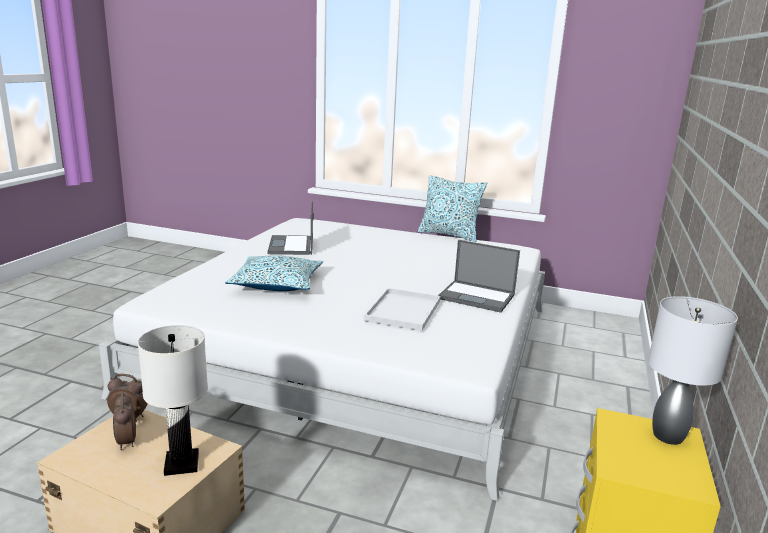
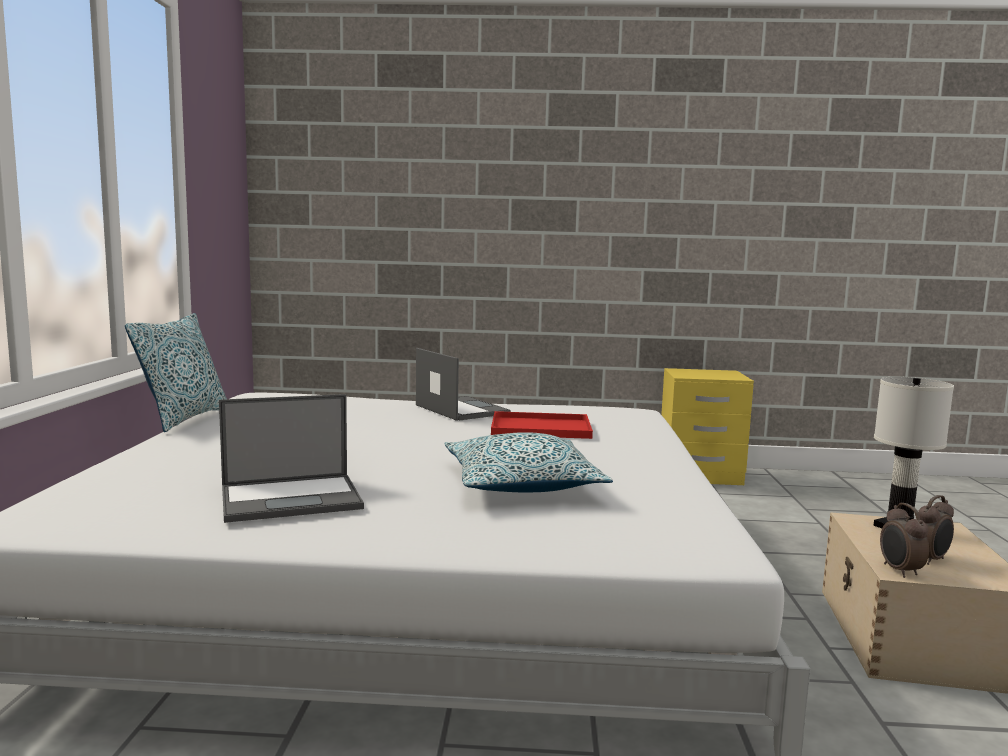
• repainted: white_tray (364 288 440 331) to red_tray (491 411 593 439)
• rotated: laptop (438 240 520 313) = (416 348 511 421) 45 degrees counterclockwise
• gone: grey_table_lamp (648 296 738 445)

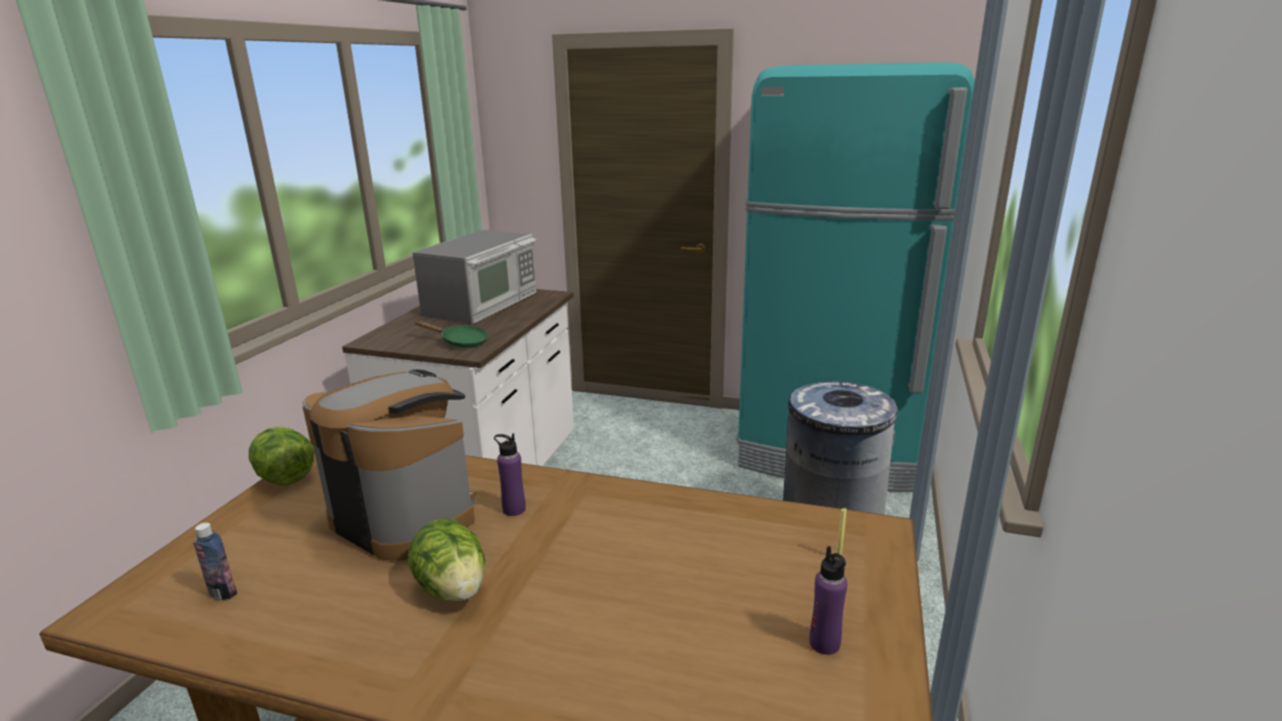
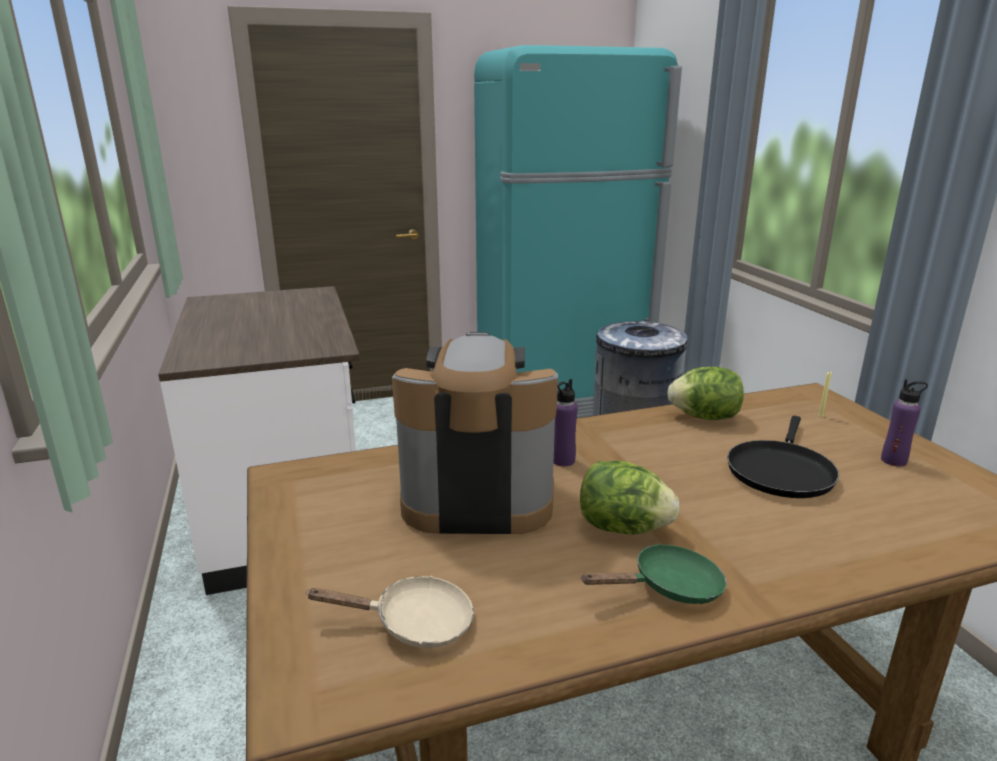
• swapped: bottle (193 523 237 600) to beige_frying_pan (306 576 474 648)
• shifted: lettuce (249 427 314 486) to (667 367 744 420)
• gone: microwave (413 230 537 324)
• shifted: green_frying_pan (415 321 488 348) to (581 544 727 604)
• new: black_frying_pan (727 416 839 498)

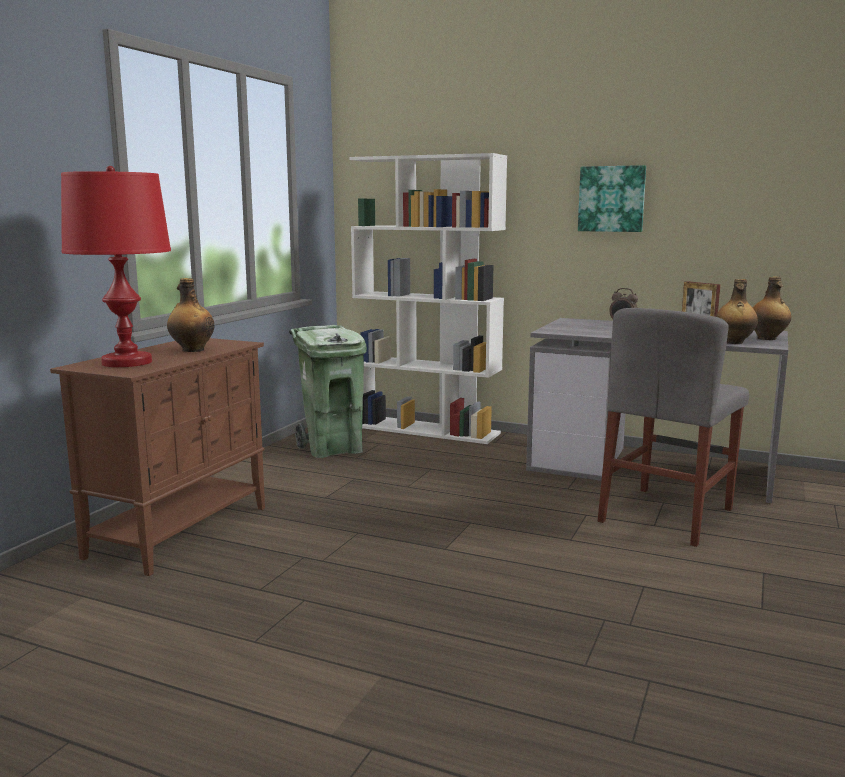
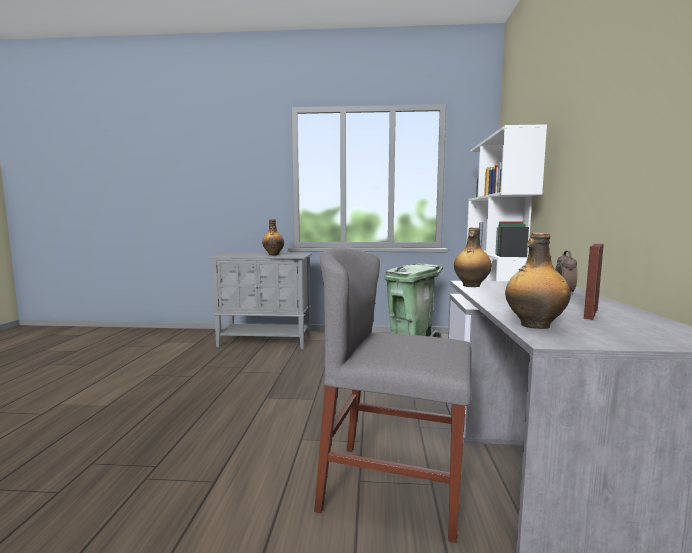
• repainted: brown_cabinet (50 338 265 576) to grey_cabinet (208 252 312 349)
• gone: red_table_lamp (61 166 171 367)
• gone: picture (578 165 646 232)
• shifted: bottle (753 277 791 340) to (454 228 492 287)

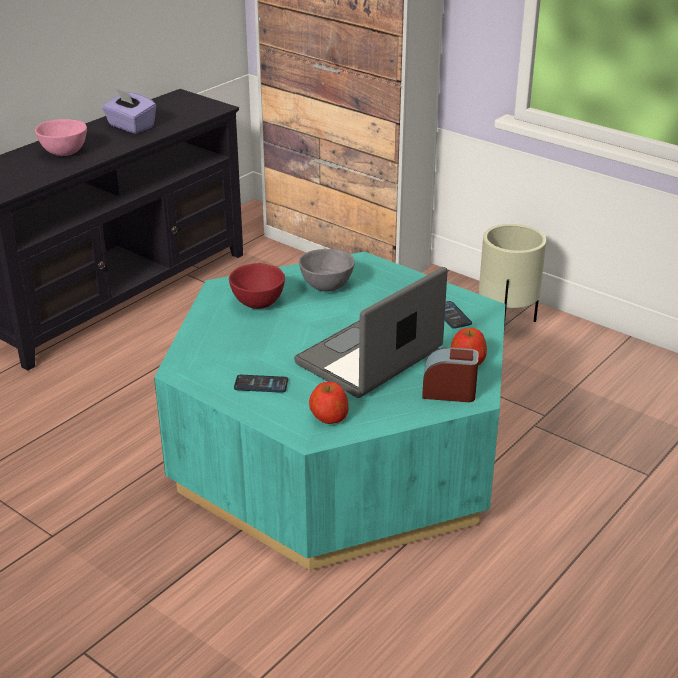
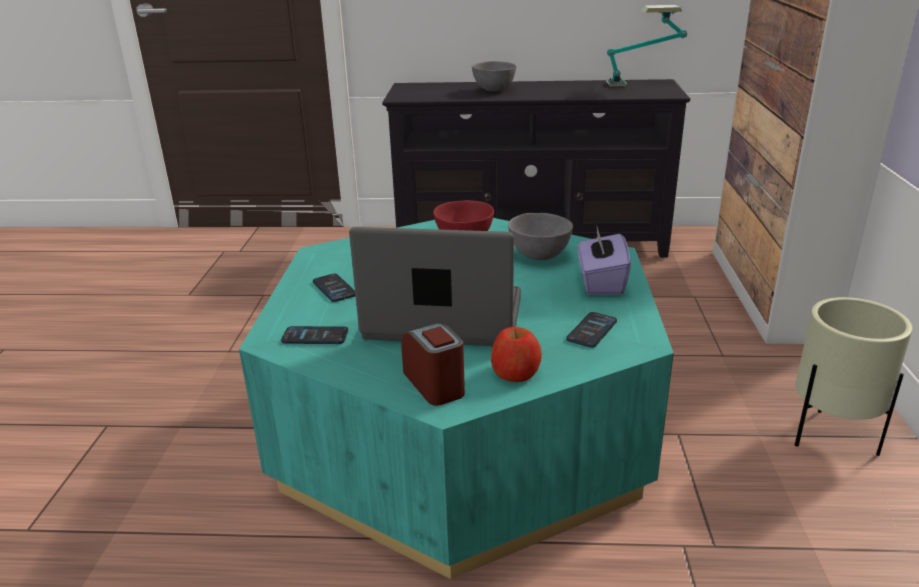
• repainted: pink_bowl (35 119 87 156) to grey_bowl (472 61 516 91)
• shifted: purple_tissue_box (102 88 156 134) to (578 227 631 295)
• swapped: apple (309 382 348 424) to phone (281 326 348 344)
• new: table_lamp (606 5 687 87)

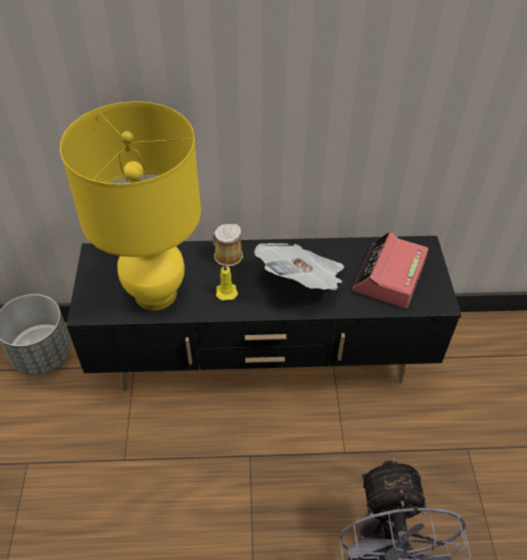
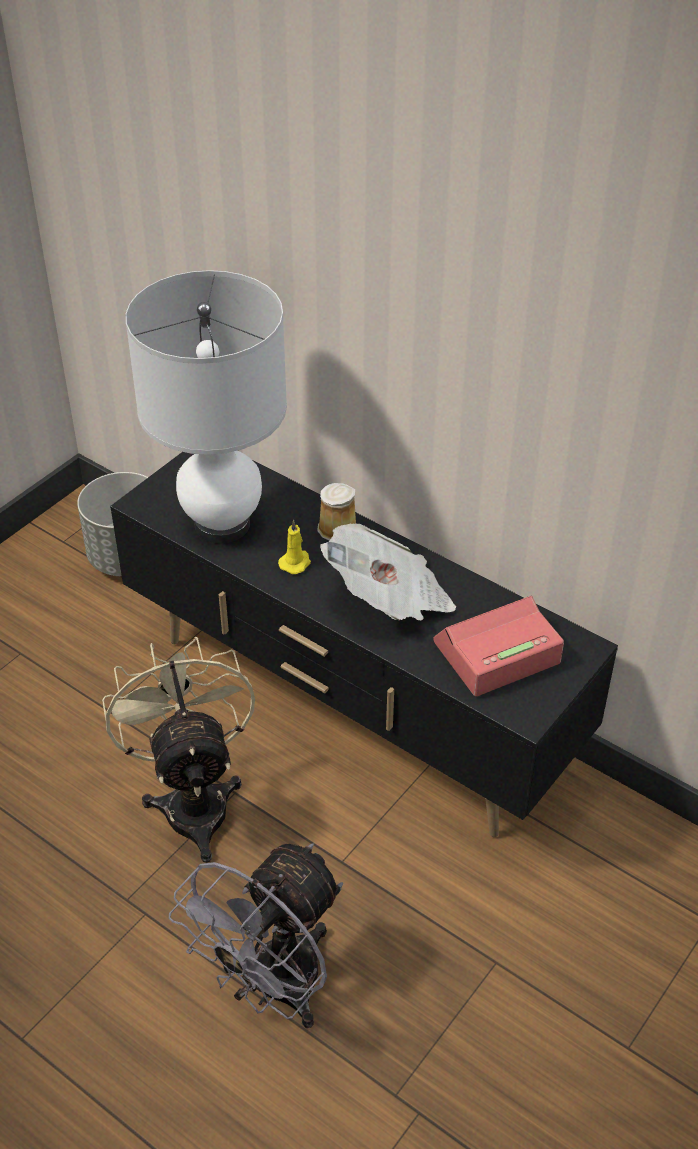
• repainted: yellow_table_lamp (60 101 201 311) to white_table_lamp (126 270 287 544)
• new: beige_fan (102 637 255 863)

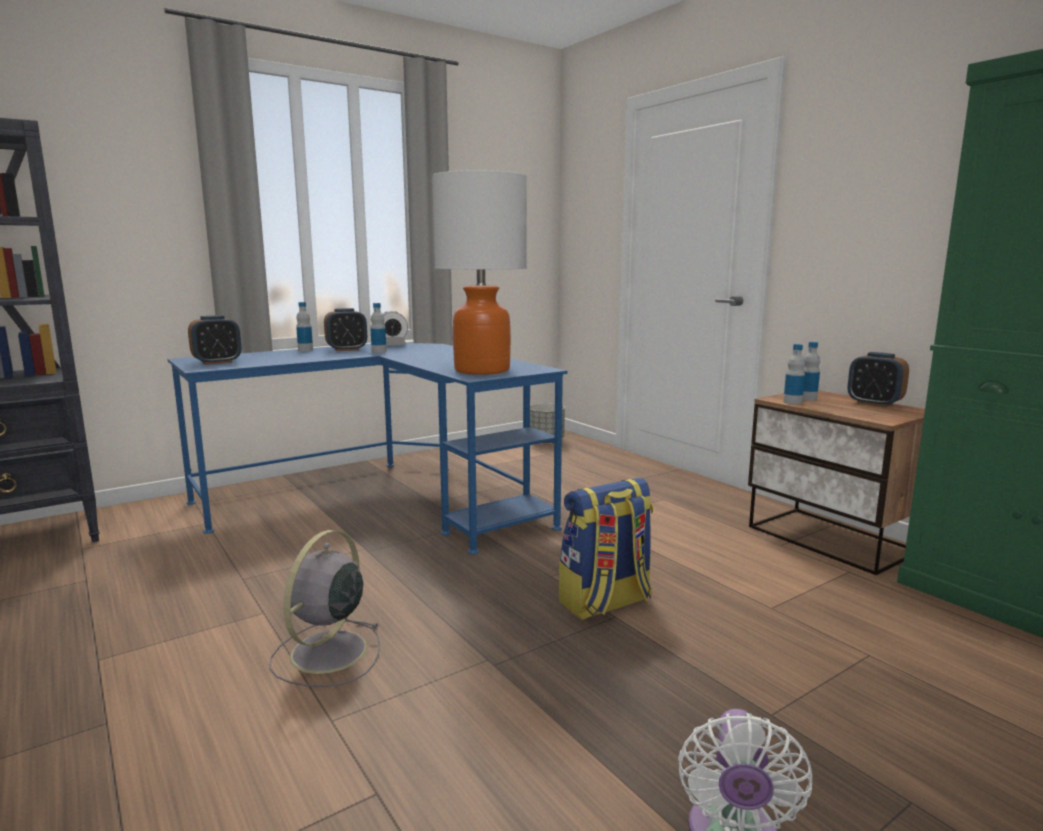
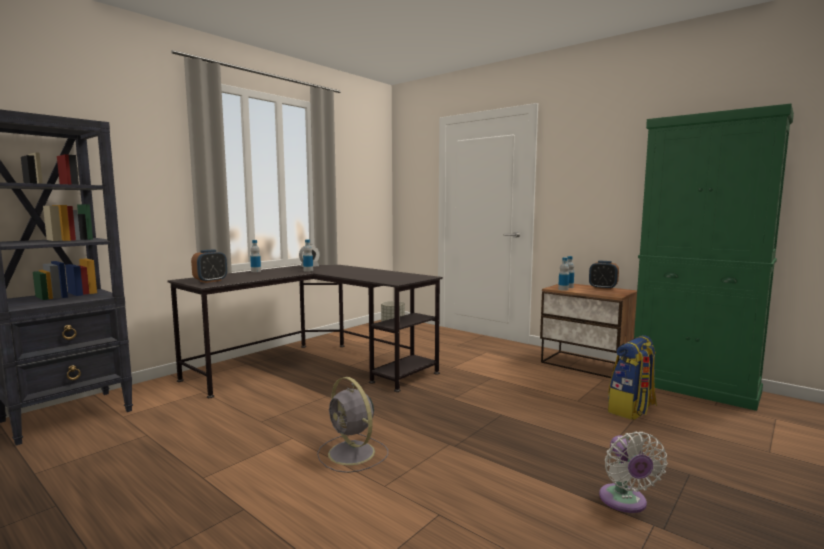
• repainted: blue_desk (168 343 568 555) to black_desk (168 265 443 398)
• rotated: grey_fan (269 530 380 687) = (317 377 388 473) 45 degrees counterclockwise
• gone: alarm_clock (324 308 367 351)
• gone: table_lamp (432 170 527 375)
• shifted: backpack (559 478 653 620) to (608 335 657 420)

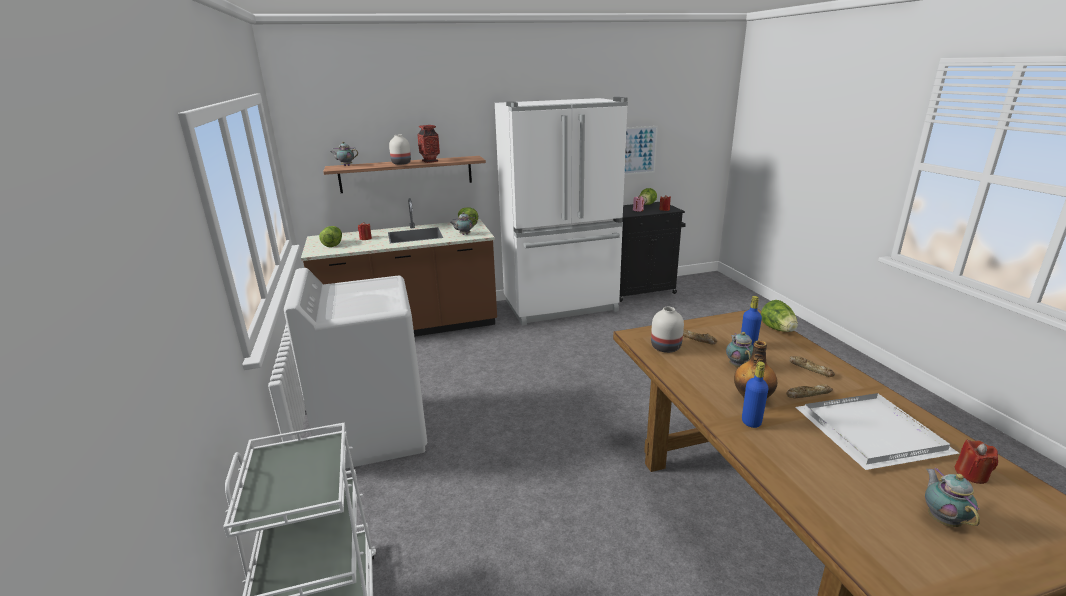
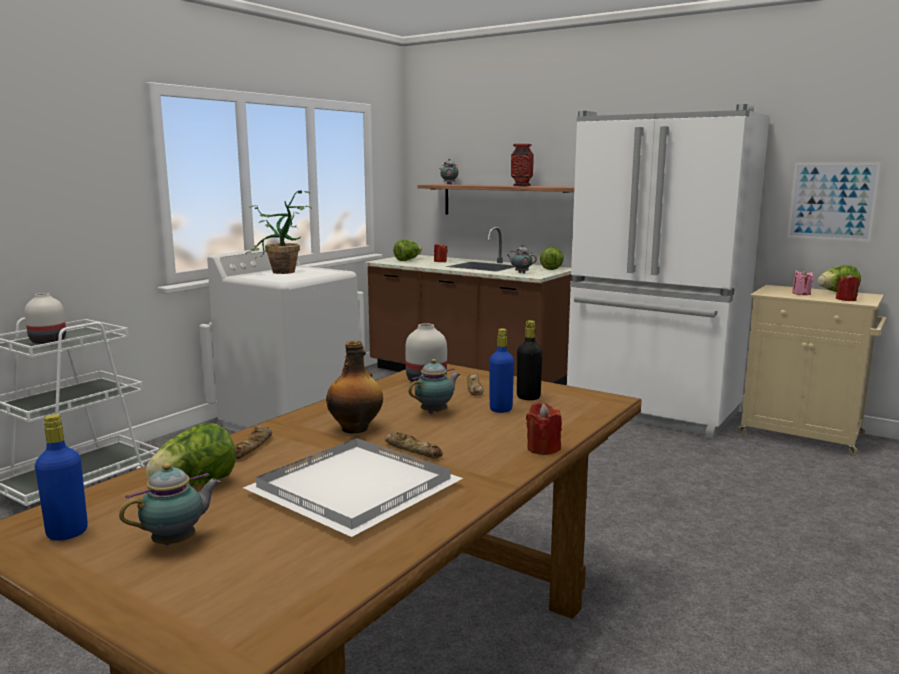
• shifted: white_vase (389 135 411 165) to (25 293 66 344)
• repainted: black_cabinet (619 202 686 302) to beige_cabinet (737 285 887 456)
• shifted: blue_bottle (742 361 768 428) to (35 414 88 541)
• shifted: lettuce (761 300 798 332) to (146 423 236 486)
• shifted: bread (789 356 835 377) to (235 426 272 459)
• shifted: red_candle (955 440 998 484) to (526 403 562 455)
• new: potted_plant (245 190 311 274)
• new: black_bottle (517 320 543 400)

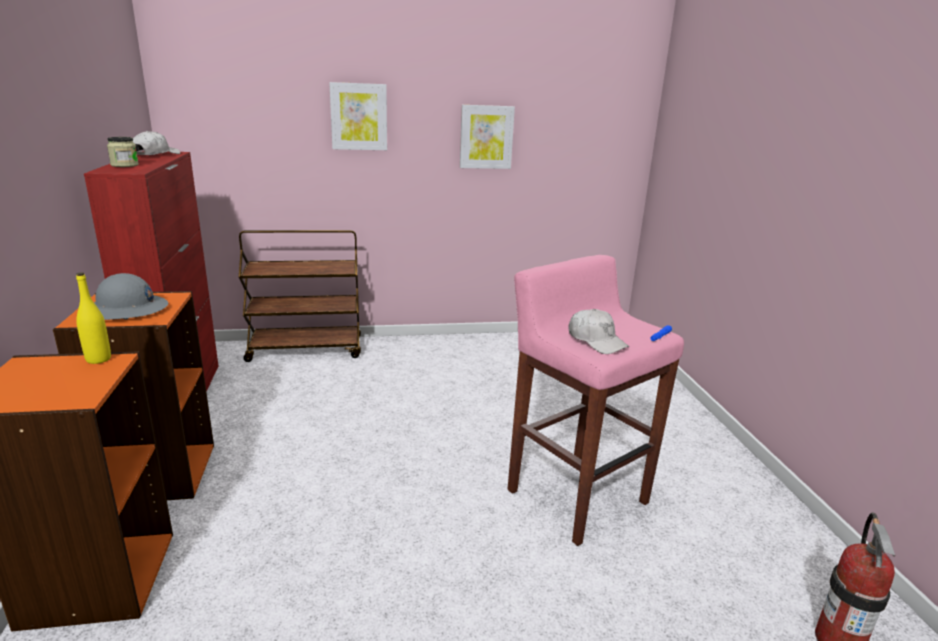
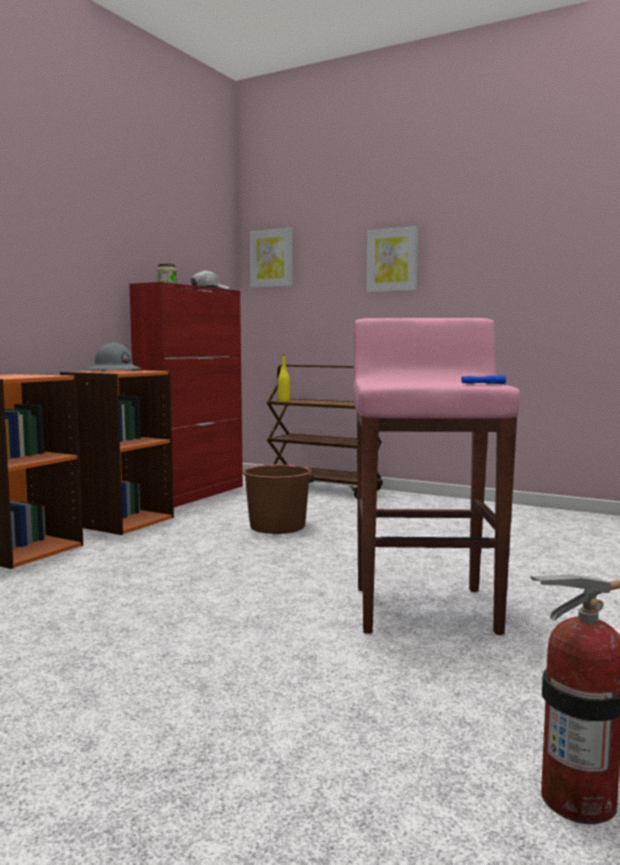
• shifted: yellow_bottle (76 272 111 364) to (278 355 290 402)
• shifted: picture (460 105 515 169) to (250 227 293 288)
• gone: white_cap (569 309 629 354)
• new: brown_bucket (243 464 315 534)

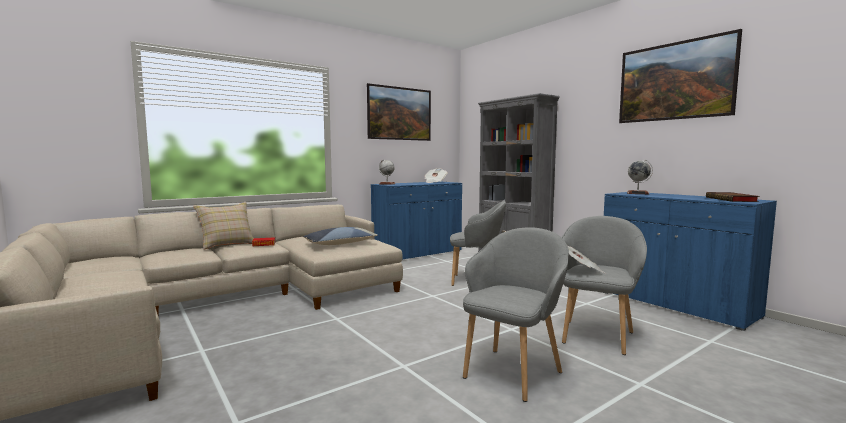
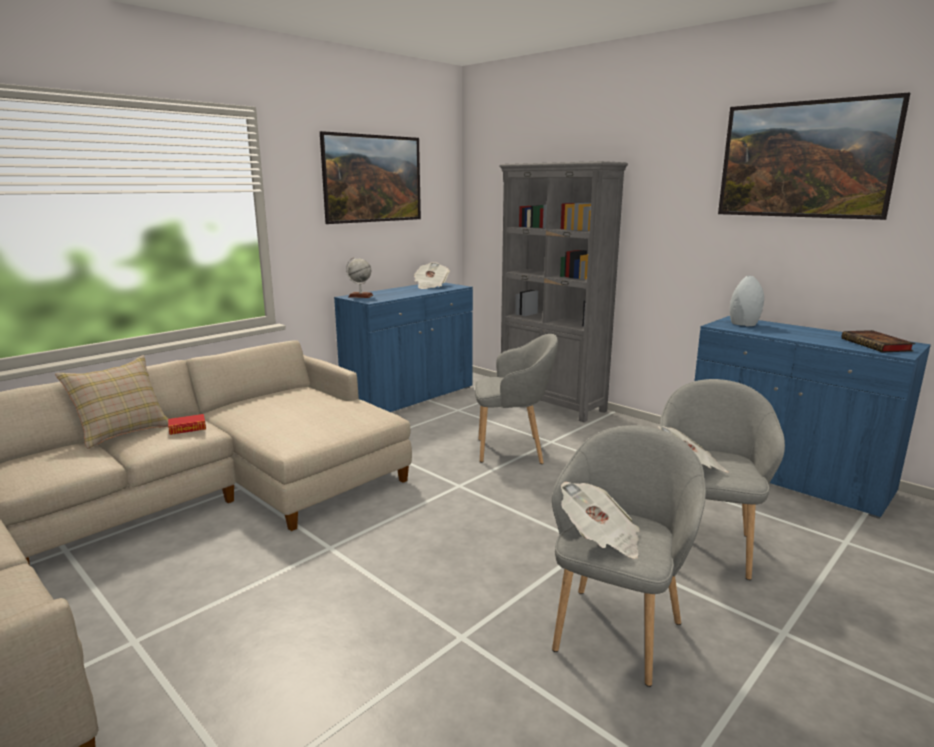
• gone: pillow (303 227 378 245)
• swapped: globe (627 159 653 194) to grey_vase (730 276 764 326)
• new: newspaper (561 482 640 559)

